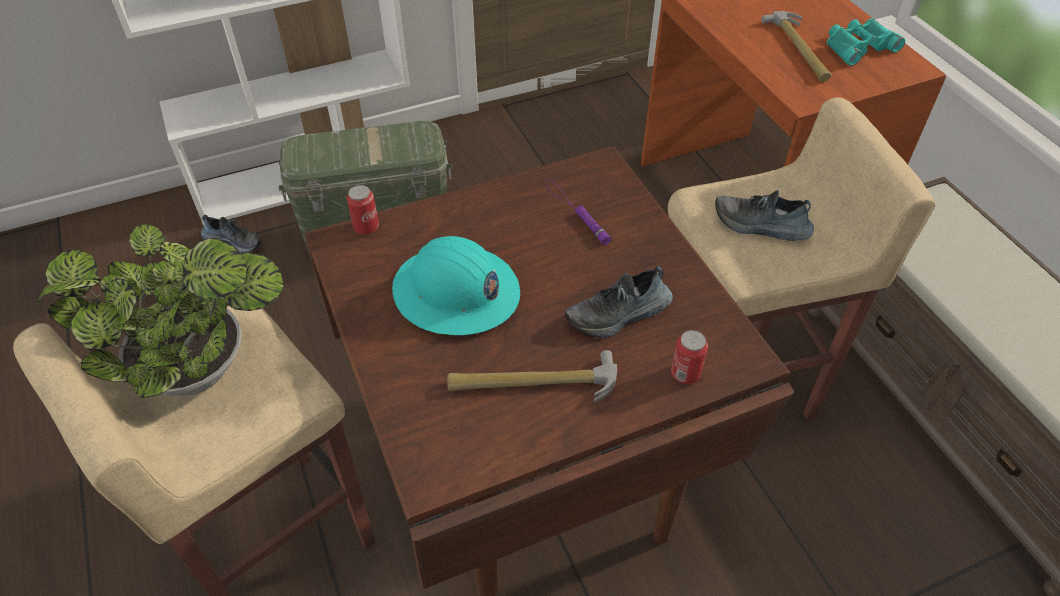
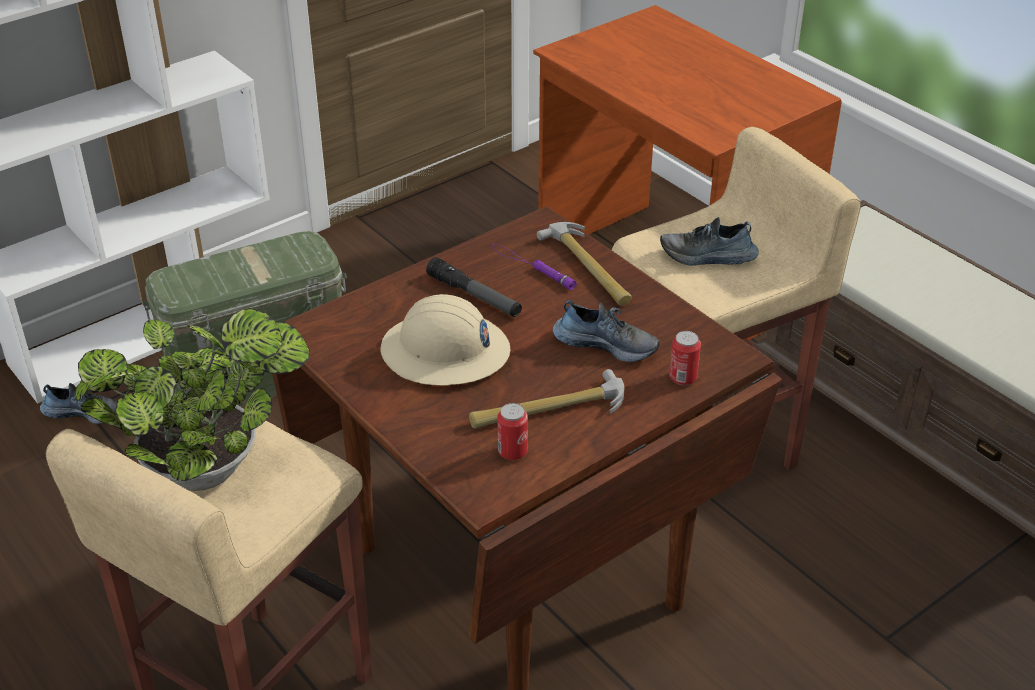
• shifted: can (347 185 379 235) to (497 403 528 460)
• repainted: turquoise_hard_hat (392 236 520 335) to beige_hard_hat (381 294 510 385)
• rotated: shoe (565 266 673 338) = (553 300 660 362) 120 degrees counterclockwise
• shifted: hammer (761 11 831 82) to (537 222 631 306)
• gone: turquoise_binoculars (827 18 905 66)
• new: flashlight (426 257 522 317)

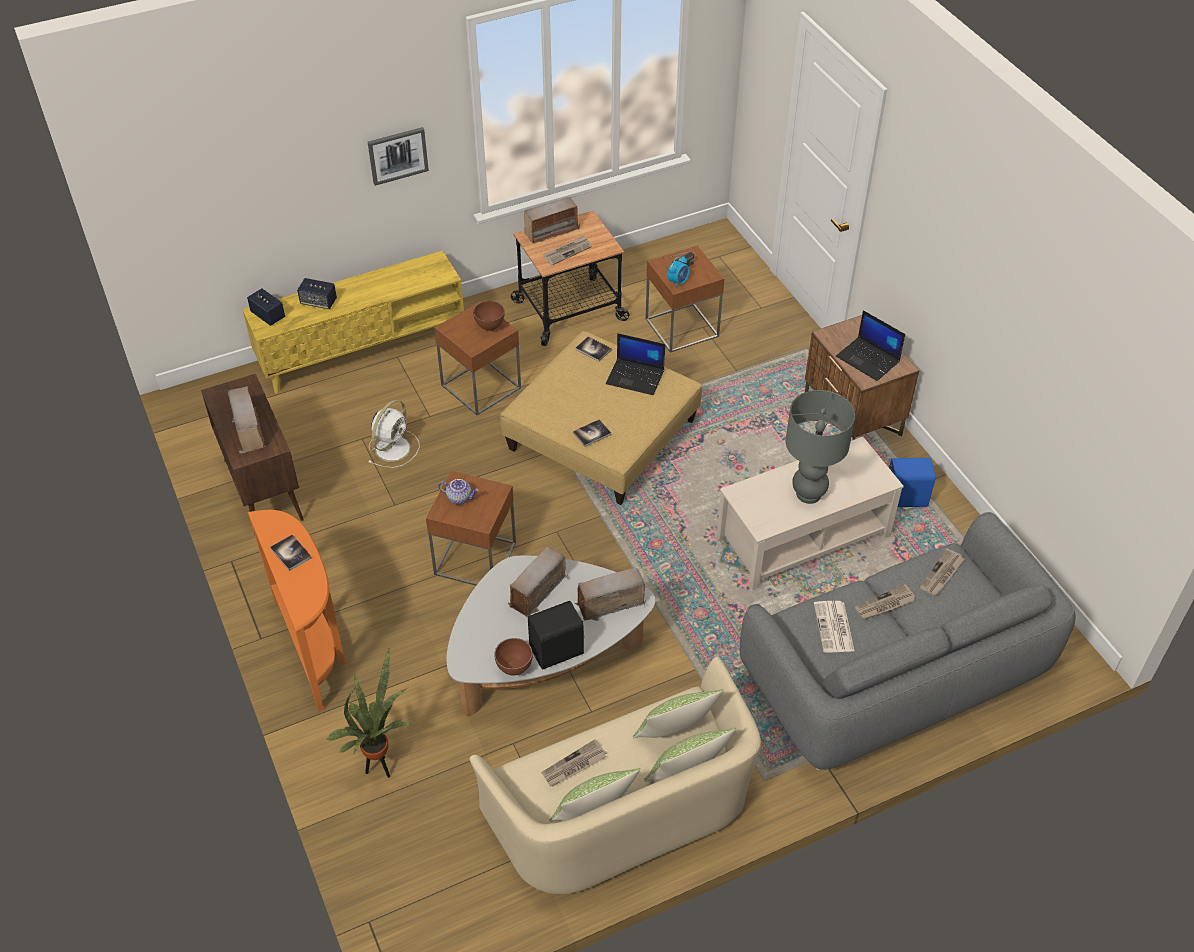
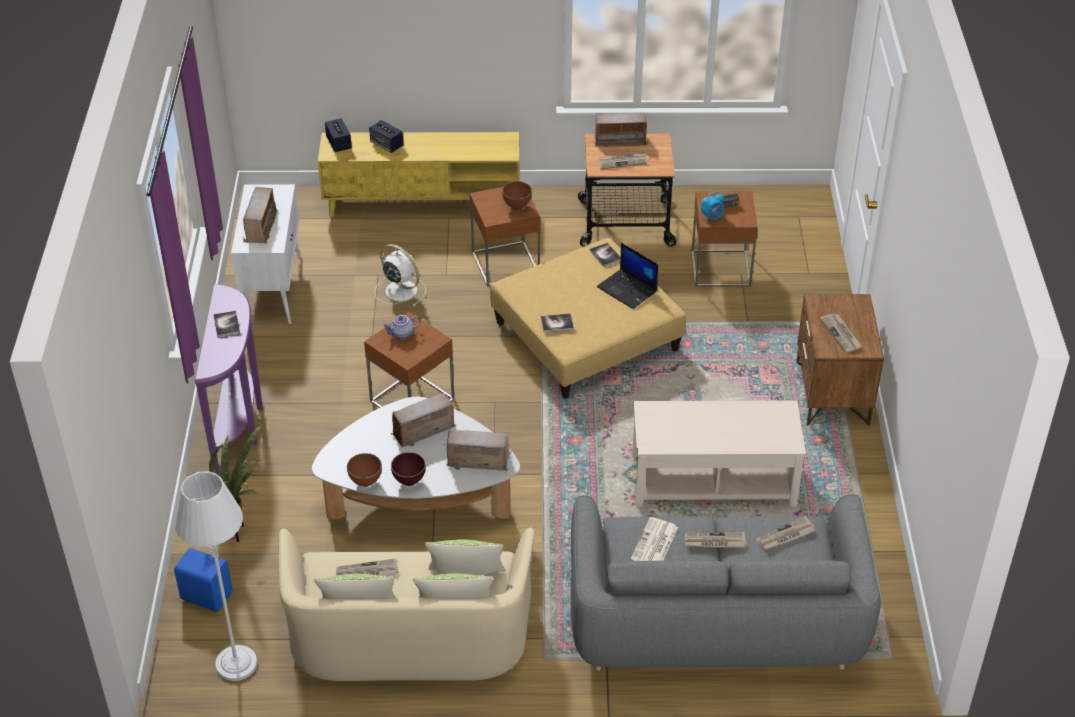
• repainted: brown_cabinet (201 374 304 536) to white_cabinet (231 184 301 324)
• repainted: orange_console_table (248 510 346 711) to purple_console_table (195 284 263 474)
• gone: picture (368 127 429 186)
• rotated: white_fan (369 400 420 468) = (374 244 426 307) 105 degrees counterclockwise
• rotated: teapot (438 479 479 505) = (382 315 421 339) 120 degrees clockwise
• swapped: black_speaker (528 601 585 669) to brown_bowl (391 452 426 486)
• gone: grey_table_lamp (786 390 855 504)
• swapped: laptop (836 310 905 381) to newspaper (820 314 862 352)
• shifted: blue_speaker (889 458 935 507) to (174 548 232 612)
• new: white_floor_lamp (174 471 257 681)

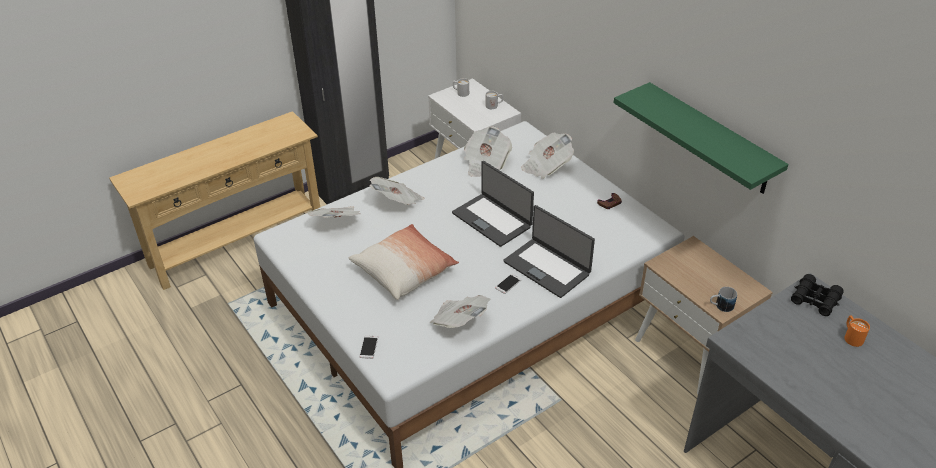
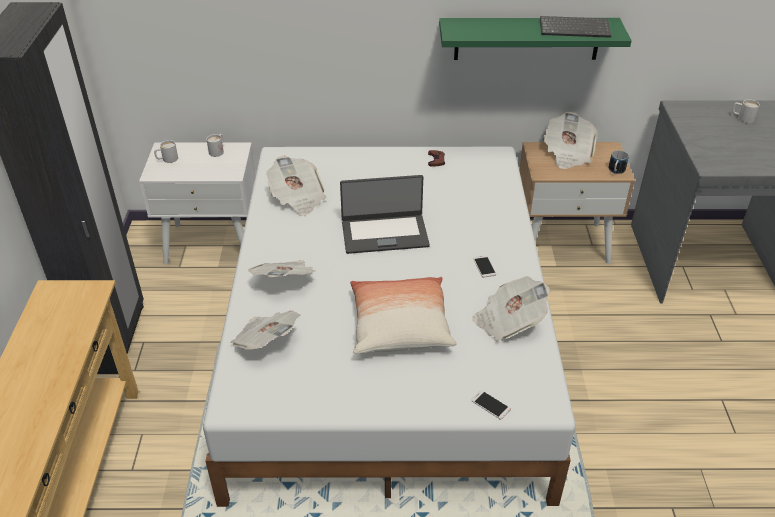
• gone: laptop (503 205 595 298)
• shifted: newspaper (521 133 574 179) to (543 112 598 169)
• gone: black_binoculars (791 274 844 316)
• repainted: orange_mug (844 315 870 347) to white_mug (732 99 760 124)
• new: keyboard (540 16 611 38)

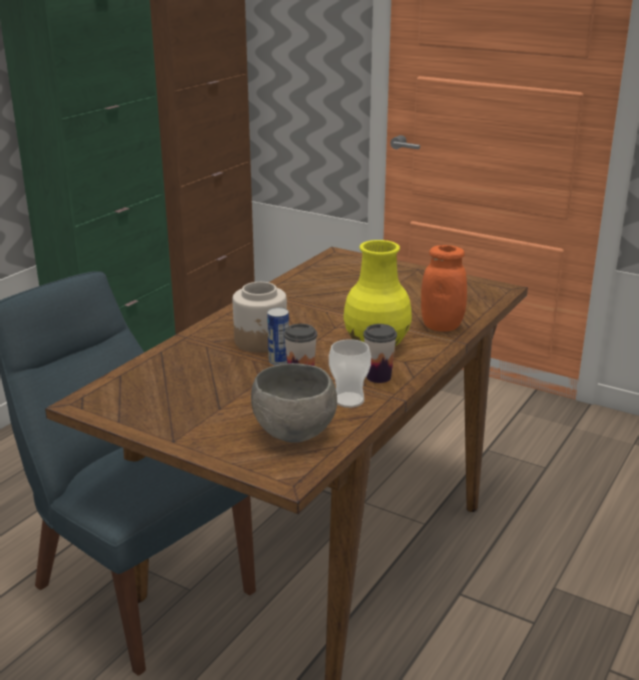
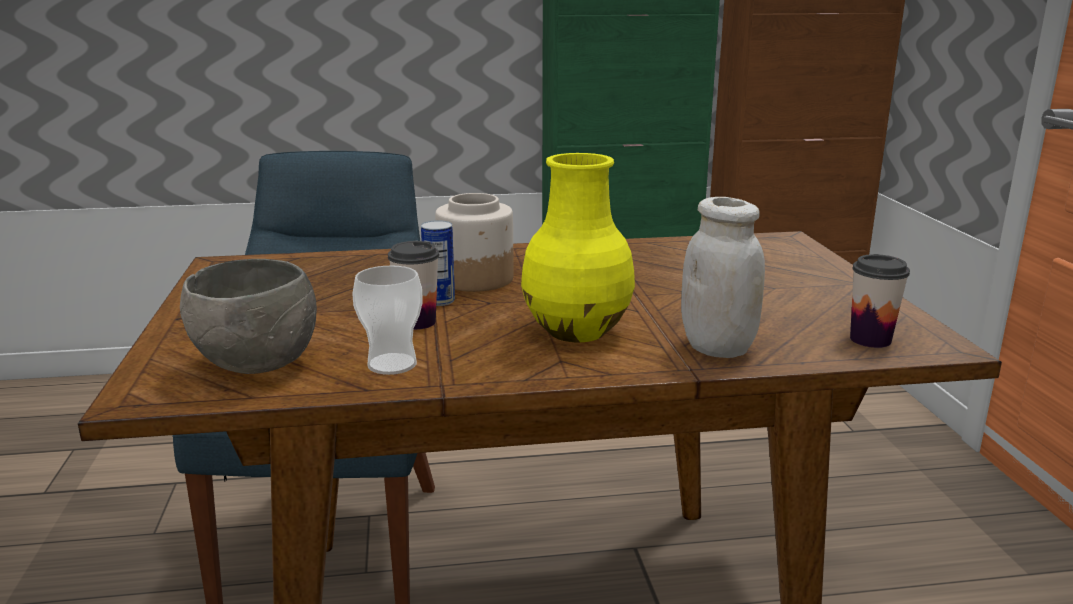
• shifted: cup (363 324 397 383) to (850 254 910 348)
• repainted: orange_jar (421 245 467 332) to white_jar (681 197 765 358)

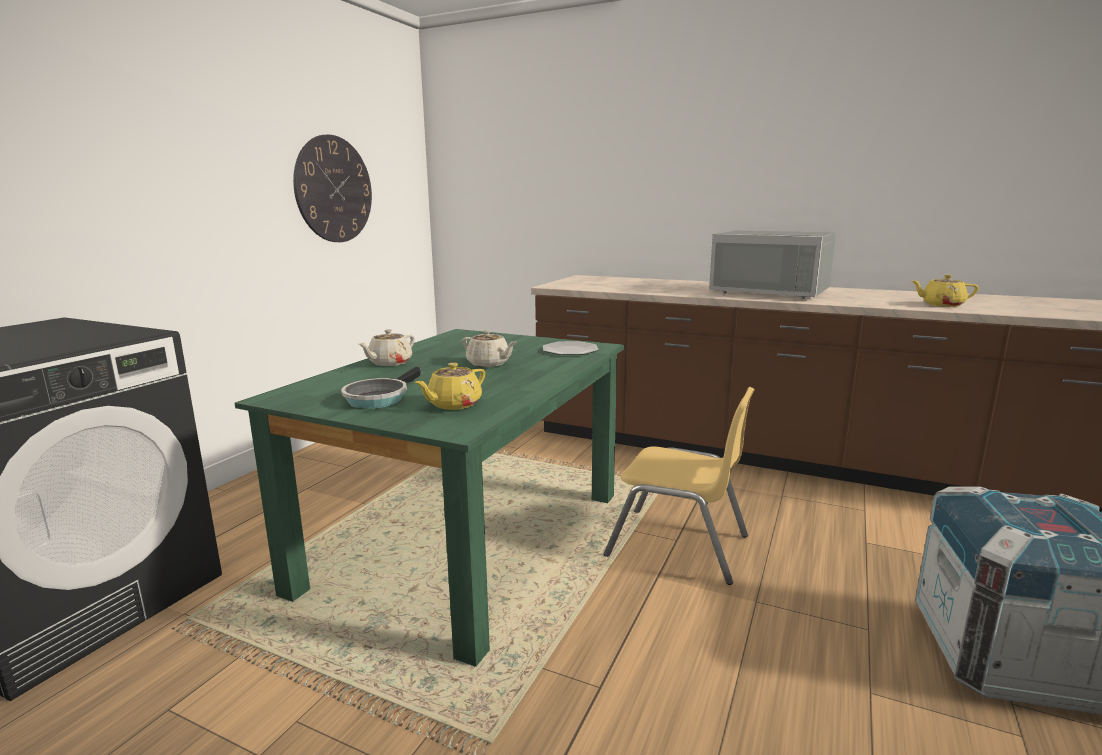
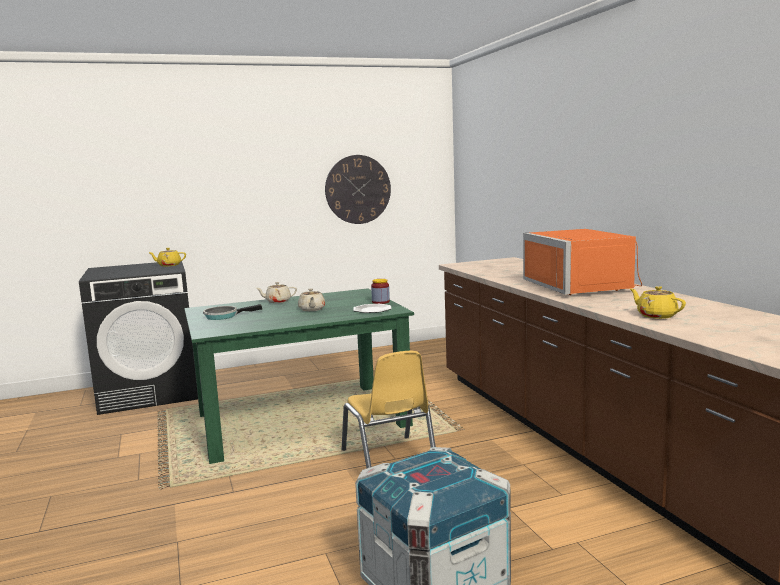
• shifted: yellow_teapot (415 363 485 410) to (148 248 186 266)
• repainted: grey_microwave (709 231 836 299) to orange_microwave (523 229 642 295)
• new: jar (371 279 390 304)

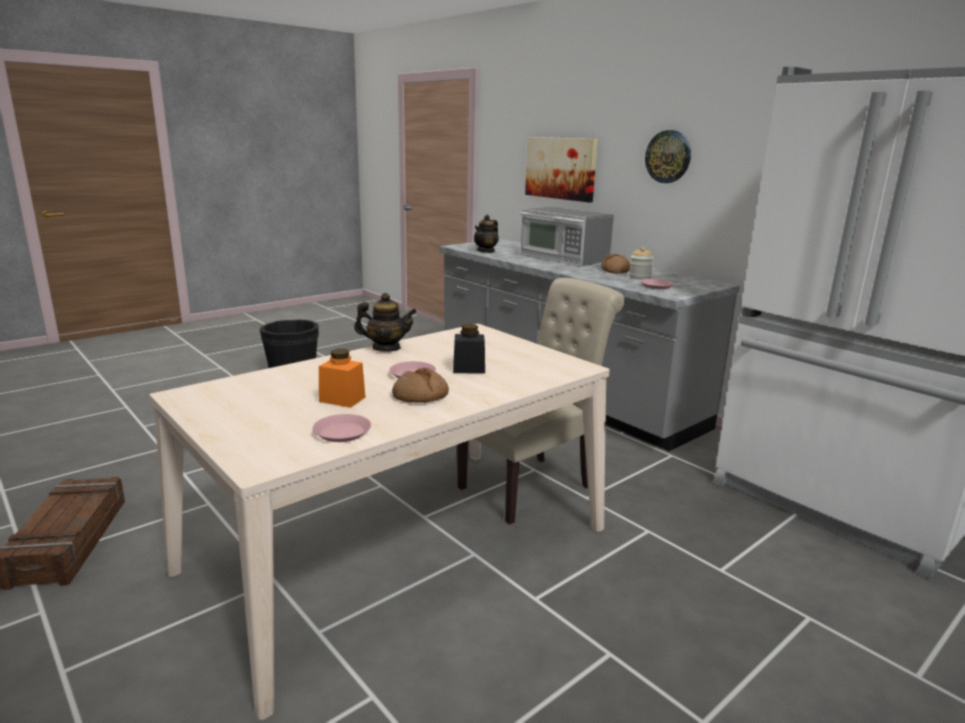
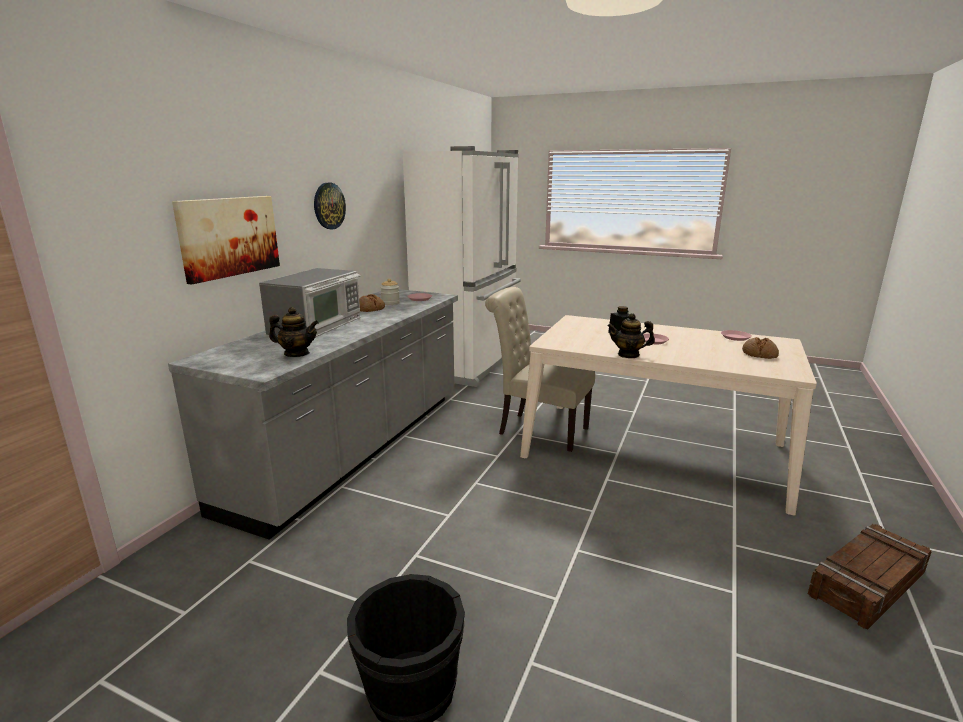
• gone: orange_jar (319 349 366 408)
• rotated: teapot (354 293 417 352) = (608 313 655 358) 60 degrees counterclockwise
• shifted: bread (392 368 449 403) to (742 337 779 359)

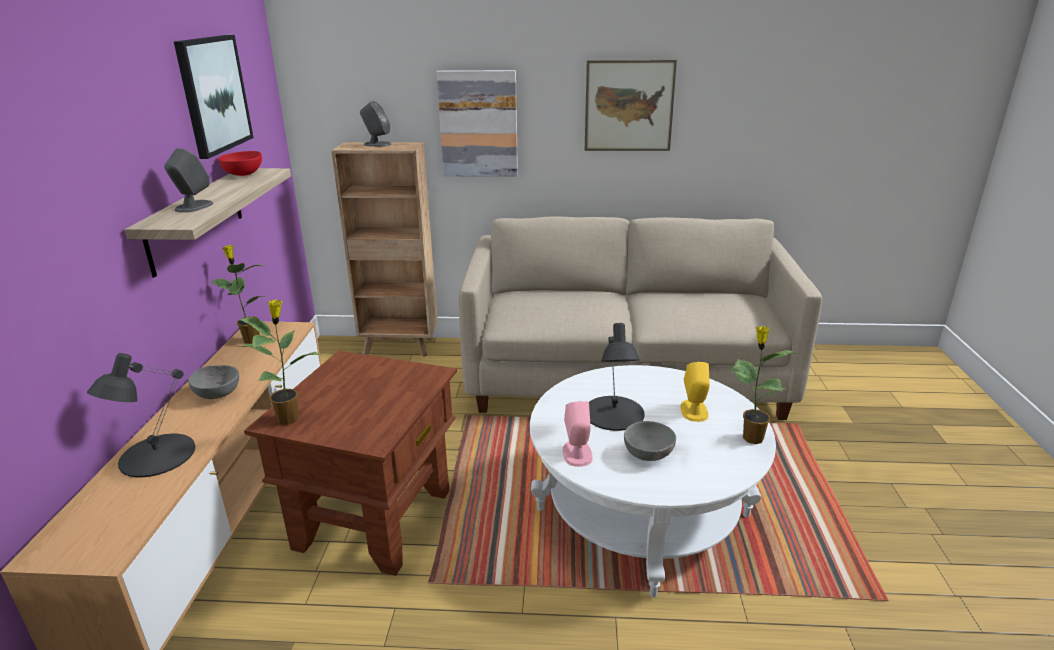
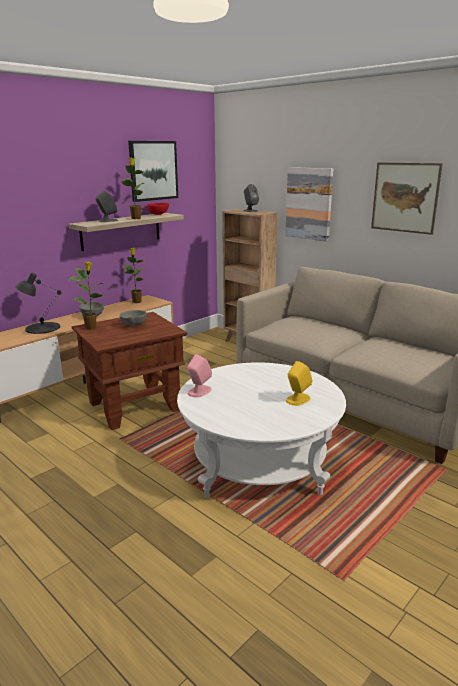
• gone: black_table_lamp (588 323 645 431)
• shifted: grey_bowl (624 421 676 461) to (120 310 147 326)
• shifted: potted_plant (729 326 799 444) to (122 158 144 219)

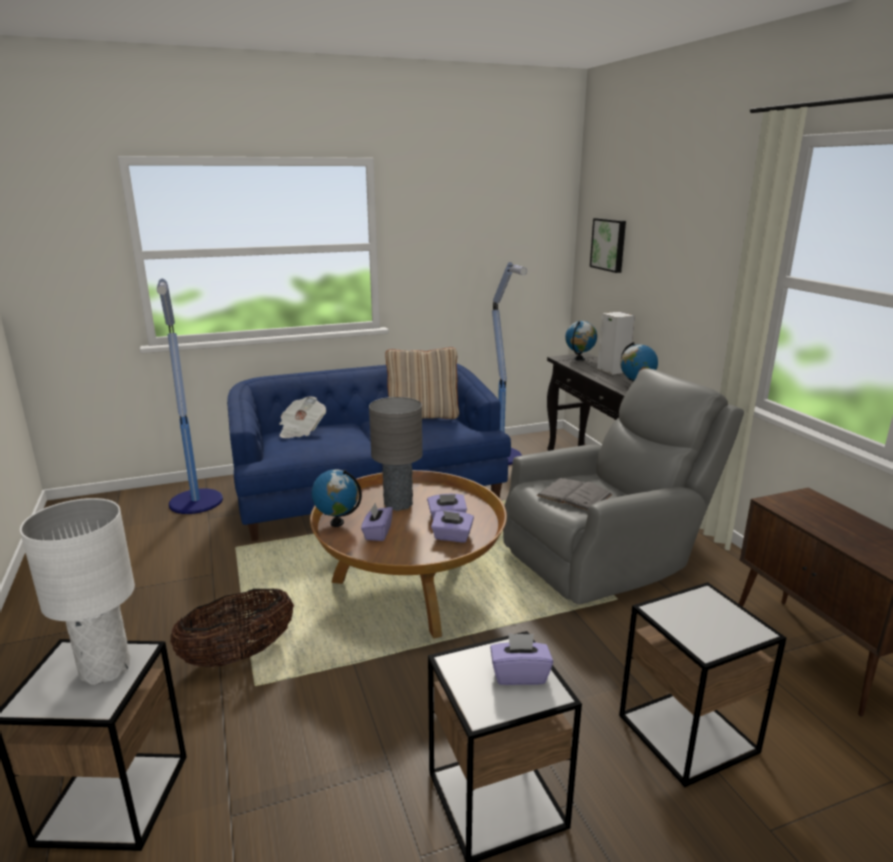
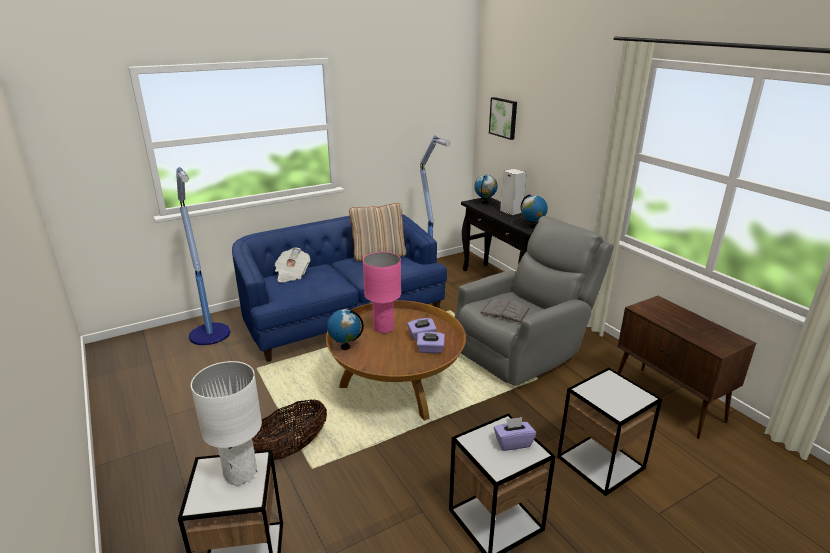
• gone: purple_tissue_box (361 503 393 541)
• repainted: grey_table_lamp (369 397 422 511) to pink_table_lamp (363 252 401 333)

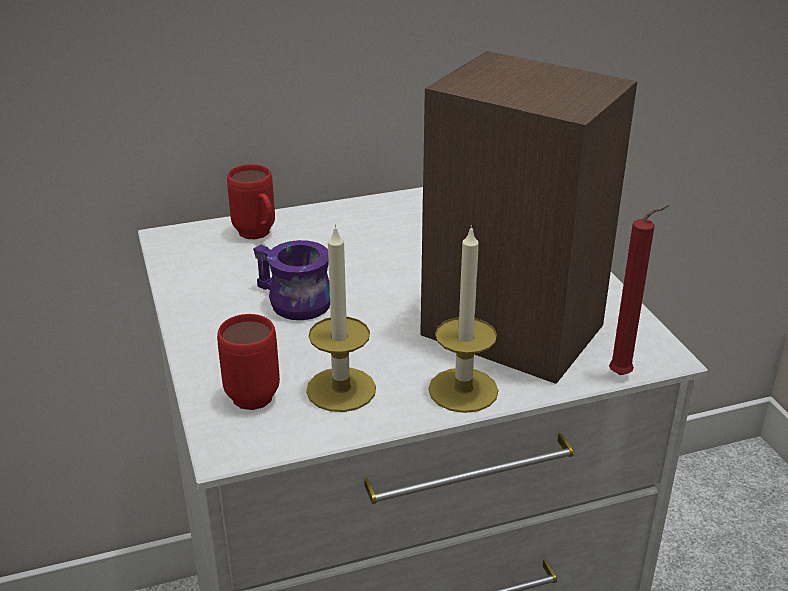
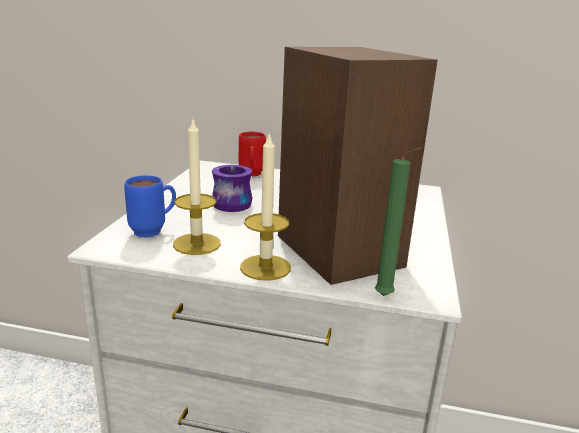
• repainted: red_mug (217 314 280 410) to blue_mug (124 175 176 237)
• repainted: red_candle (609 205 670 375) to green_candle (375 147 422 296)

